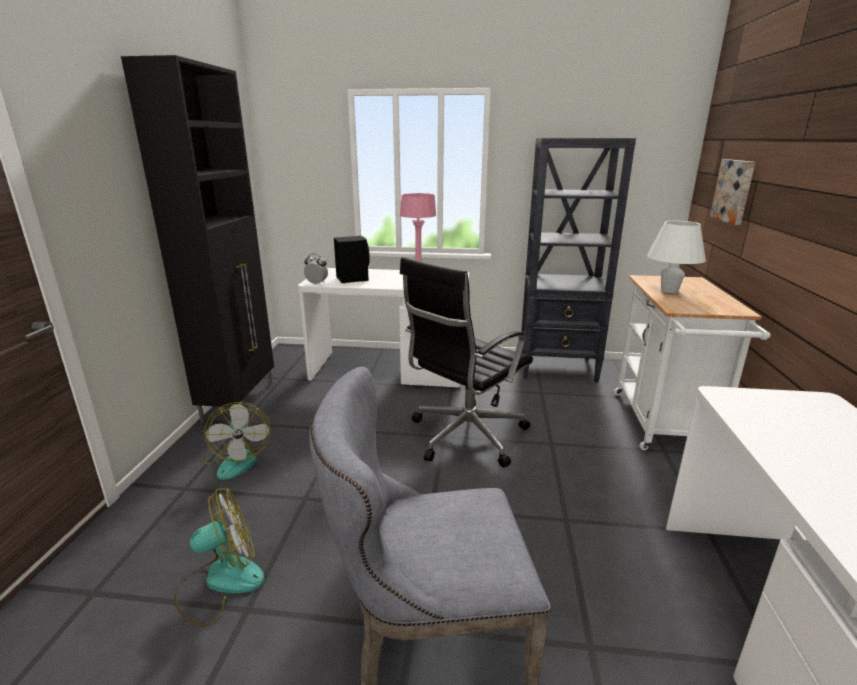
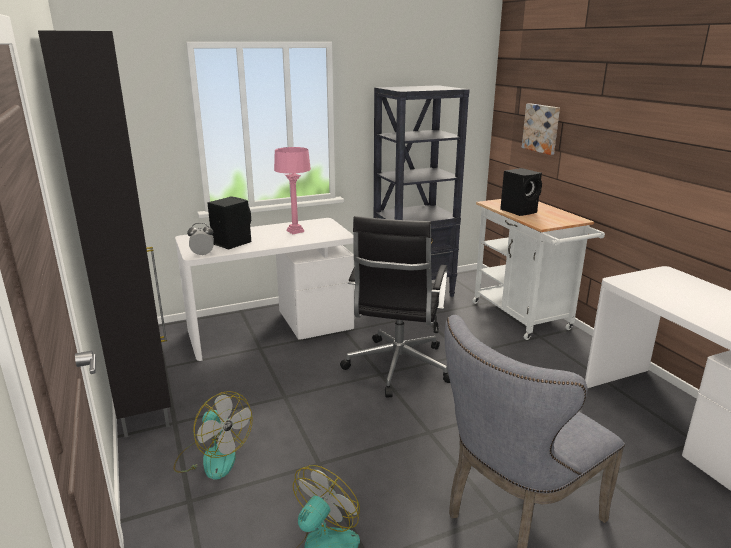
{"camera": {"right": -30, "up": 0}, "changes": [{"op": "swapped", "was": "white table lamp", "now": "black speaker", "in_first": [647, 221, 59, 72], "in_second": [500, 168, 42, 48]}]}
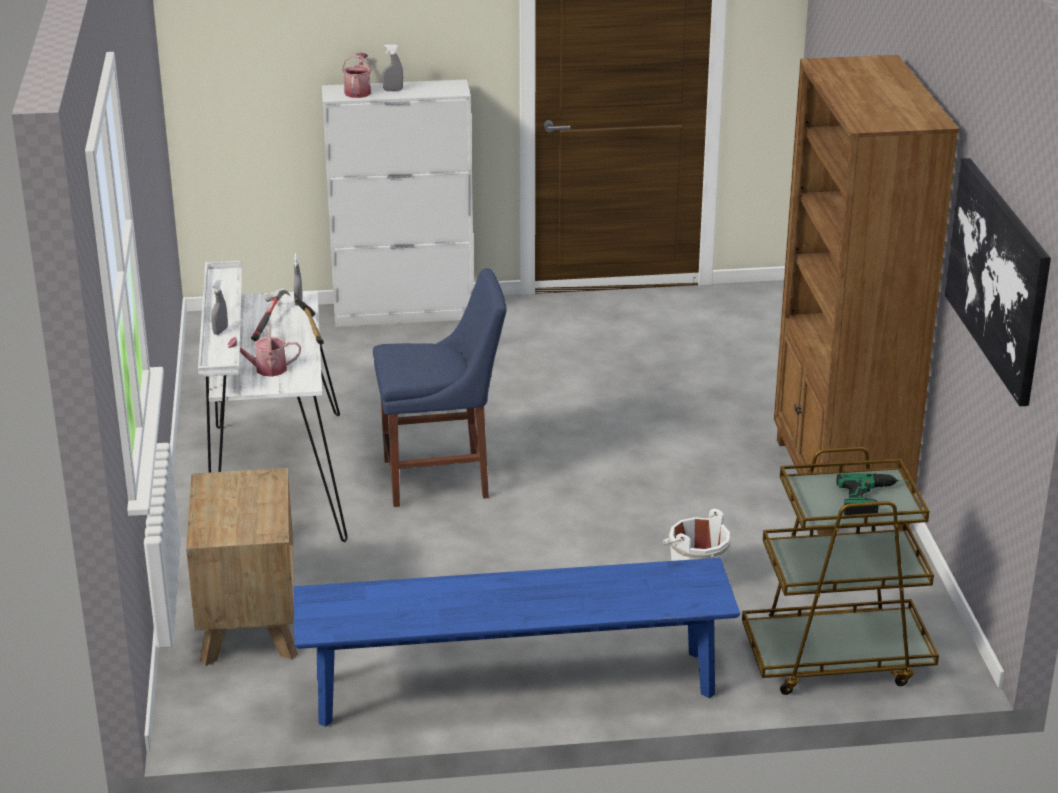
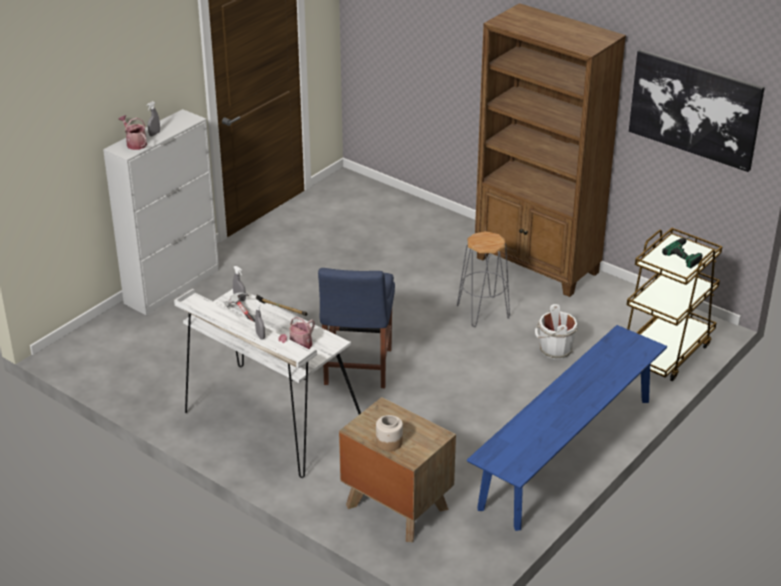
{"camera": {"right": -45, "up": 5}, "changes": [{"op": "new", "now": "jar", "in_second": [376, 415, 27, 36]}, {"op": "new", "now": "grey stool", "in_second": [457, 231, 53, 96]}, {"op": "rotated", "was": "blue chair", "in_first": [373, 268, 134, 239], "in_second": [318, 268, 77, 120], "clockwise": 150}]}
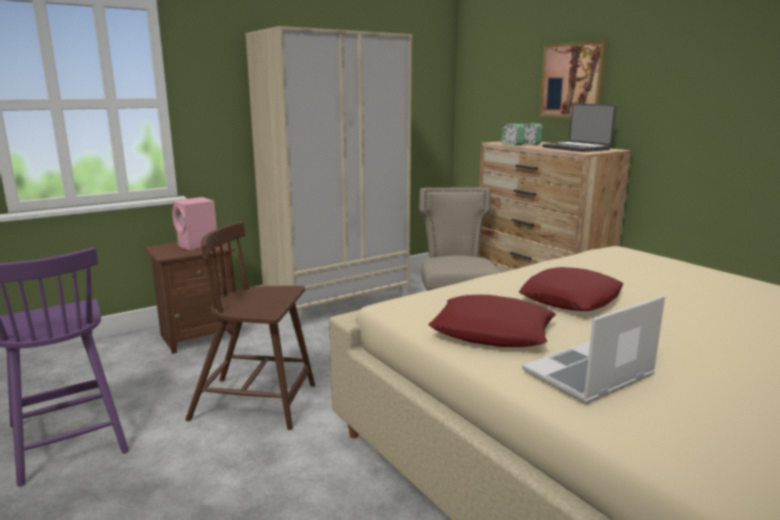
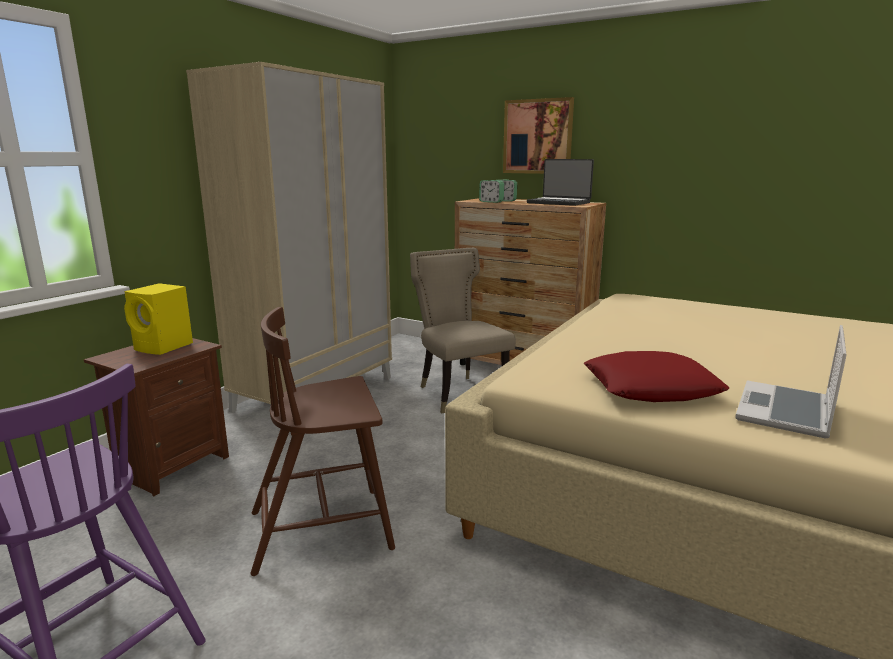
{"camera": {"right": -25, "up": 0}, "changes": [{"op": "gone", "was": "red pillow", "in_first": [519, 267, 104, 44]}, {"op": "repainted", "was": "pink speaker", "now": "yellow speaker", "in_first": [172, 197, 45, 53], "in_second": [124, 283, 69, 72]}]}
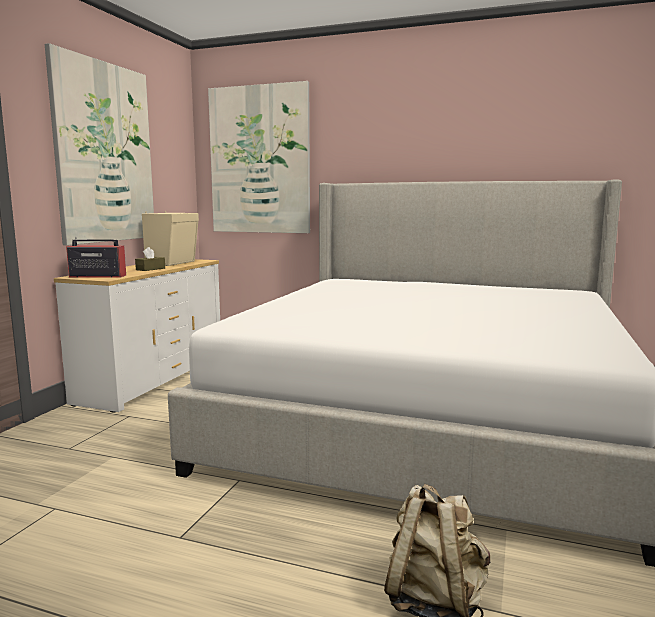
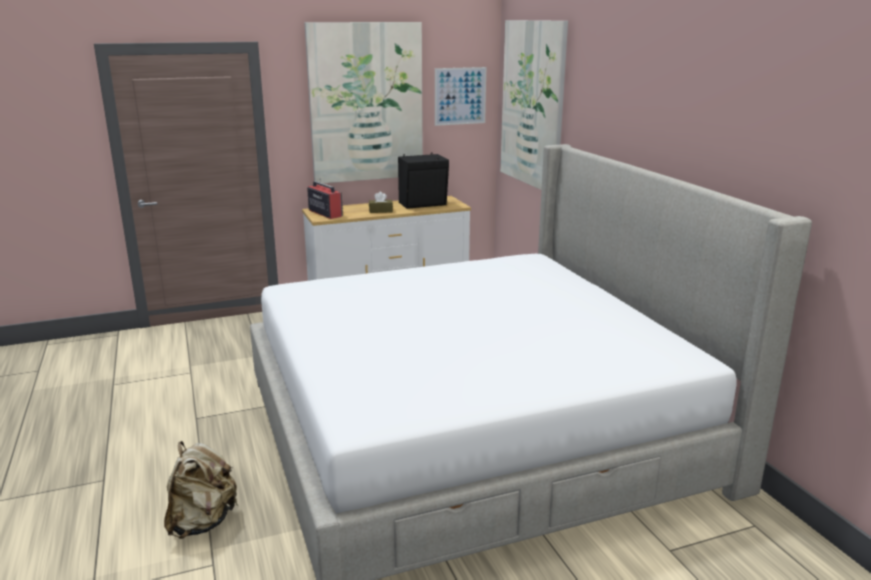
{"camera": {"right": 50, "up": 10}, "changes": [{"op": "new", "now": "picture", "in_second": [435, 67, 51, 59]}, {"op": "repainted", "was": "beige speaker", "now": "black speaker", "in_first": [142, 211, 57, 55], "in_second": [398, 152, 51, 57]}]}
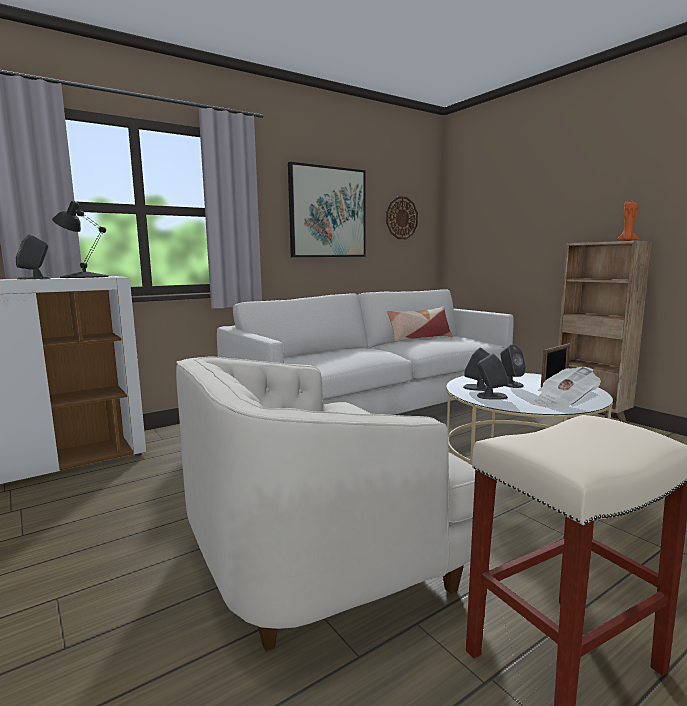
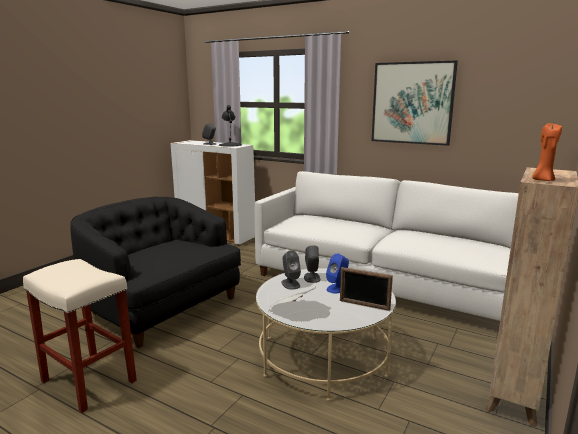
{"camera": {"right": 65, "up": 5}, "changes": [{"op": "gone", "was": "wall clock", "in_first": [386, 196, 32, 43]}, {"op": "gone", "was": "pillow", "in_first": [387, 307, 66, 35]}, {"op": "repainted", "was": "white armchair", "now": "black armchair", "in_first": [176, 356, 299, 295], "in_second": [70, 197, 171, 151]}, {"op": "repainted", "was": "grey speaker", "now": "blue speaker", "in_first": [501, 344, 25, 44], "in_second": [326, 253, 23, 41]}]}
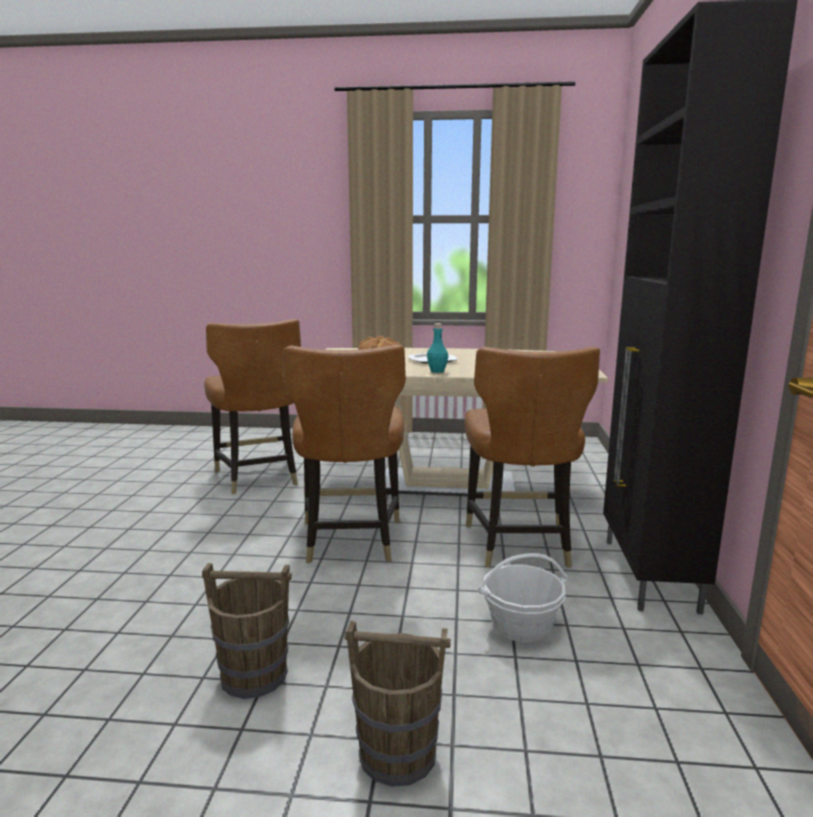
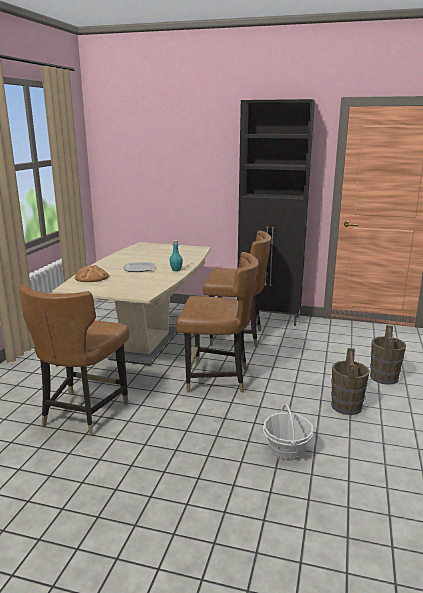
{"camera": {"right": -80, "up": 5}, "changes": [{"op": "shifted", "was": "basket", "in_first": [478, 553, 90, 89], "in_second": [263, 403, 50, 58]}, {"op": "rotated", "was": "brown chair", "in_first": [204, 319, 97, 175], "in_second": [19, 284, 111, 152], "clockwise": 120}]}
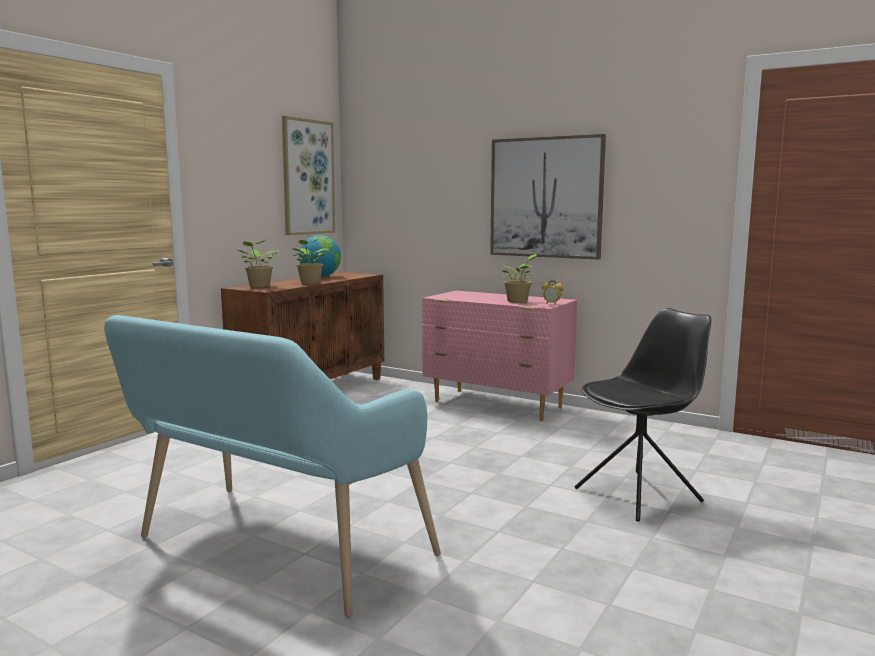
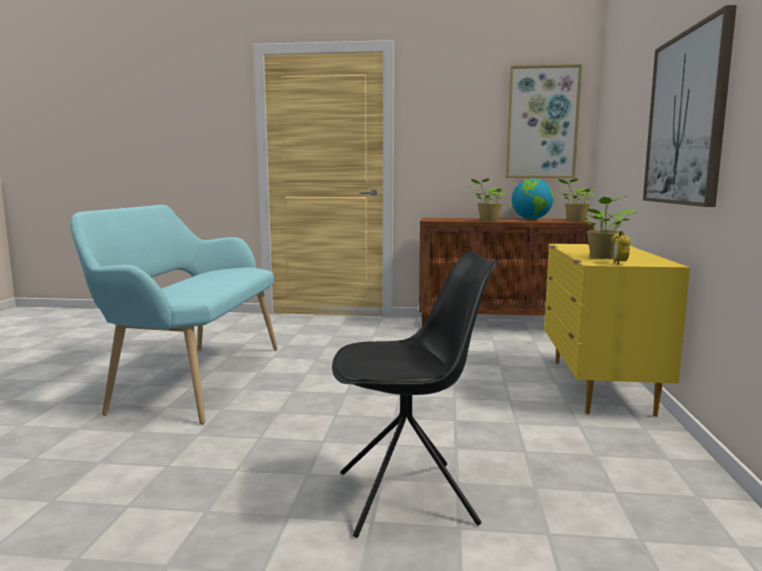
{"camera": {"right": 65, "up": 0}, "changes": [{"op": "shifted", "was": "potted plant", "in_first": [238, 240, 41, 47], "in_second": [558, 178, 37, 44]}, {"op": "repainted", "was": "pink dresser", "now": "yellow dresser", "in_first": [422, 291, 155, 130], "in_second": [544, 244, 146, 173]}, {"op": "rotated", "was": "black chair", "in_first": [575, 308, 136, 214], "in_second": [332, 251, 166, 287], "clockwise": -45}]}
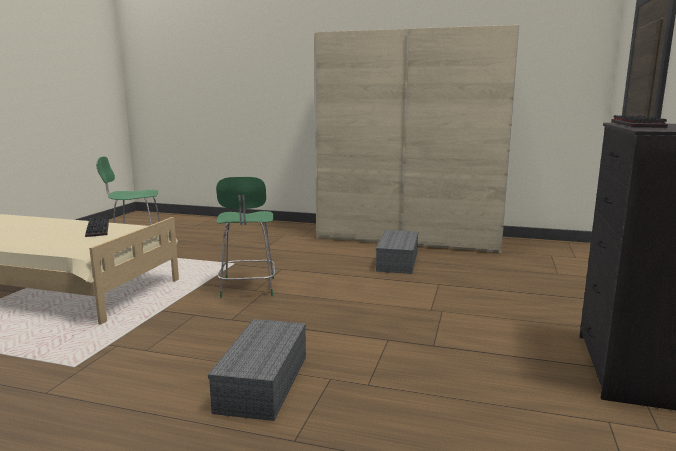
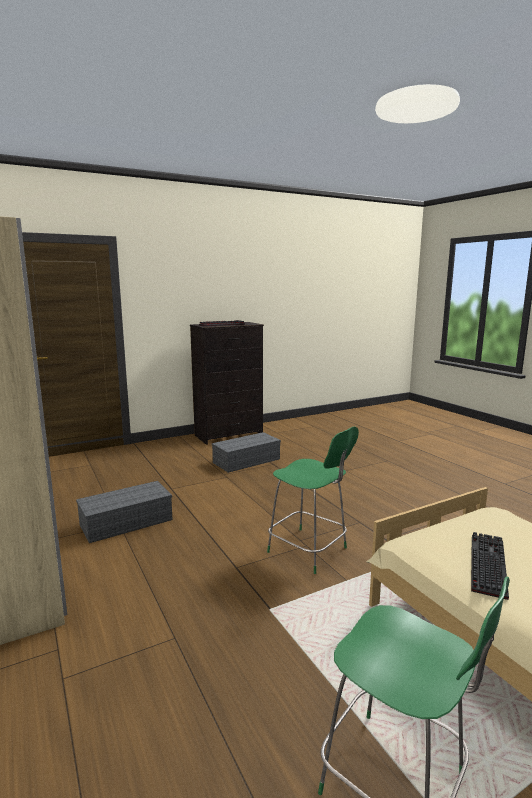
{"camera": {"right": -135, "up": 0}, "changes": [{"op": "shifted", "was": "grey storage box", "in_first": [208, 319, 98, 102], "in_second": [212, 432, 69, 41]}, {"op": "rotated", "was": "green chair", "in_first": [216, 177, 60, 121], "in_second": [267, 426, 92, 148], "clockwise": 90}]}
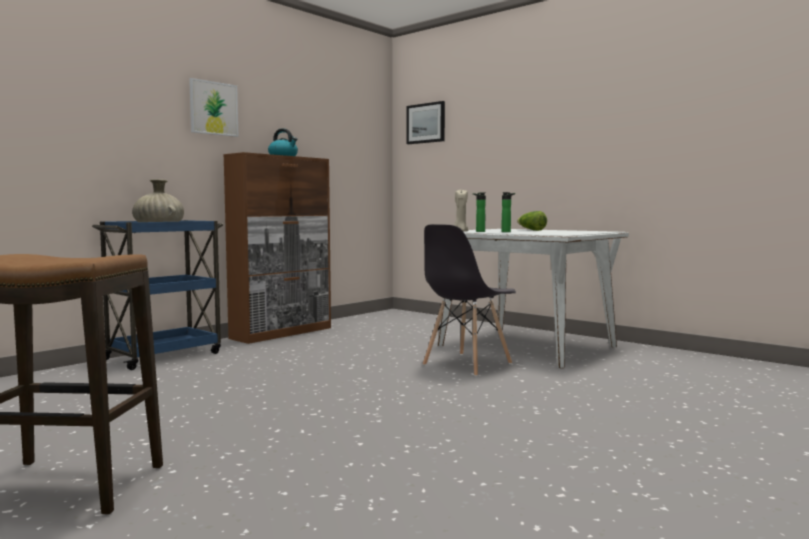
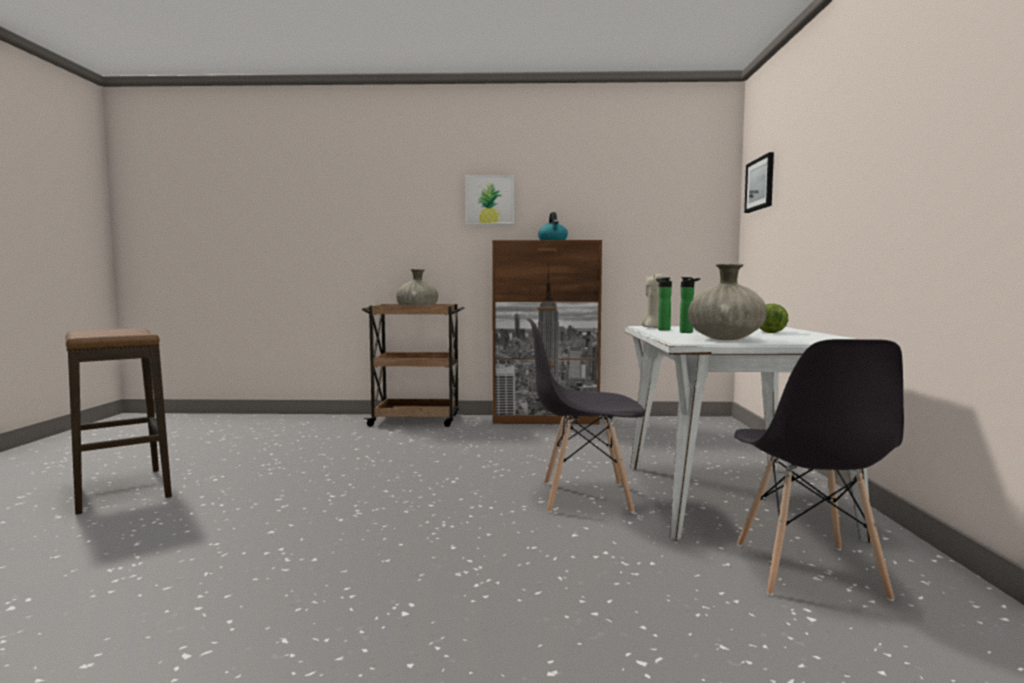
{"camera": {"right": 50, "up": 0}, "changes": [{"op": "new", "now": "beige vase", "in_second": [688, 263, 79, 77]}, {"op": "new", "now": "grey chair", "in_second": [734, 339, 170, 262]}, {"op": "repainted", "was": "blue cart", "now": "brown cart", "in_first": [92, 220, 131, 150], "in_second": [362, 304, 103, 123]}]}
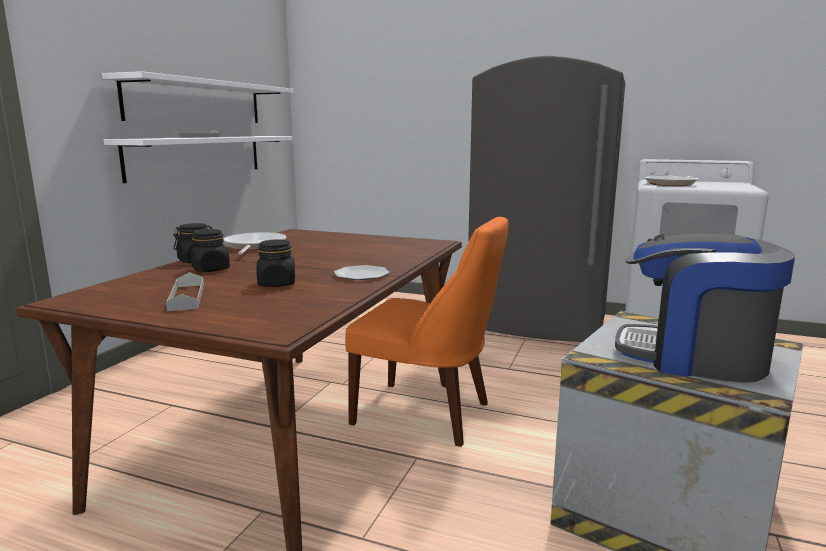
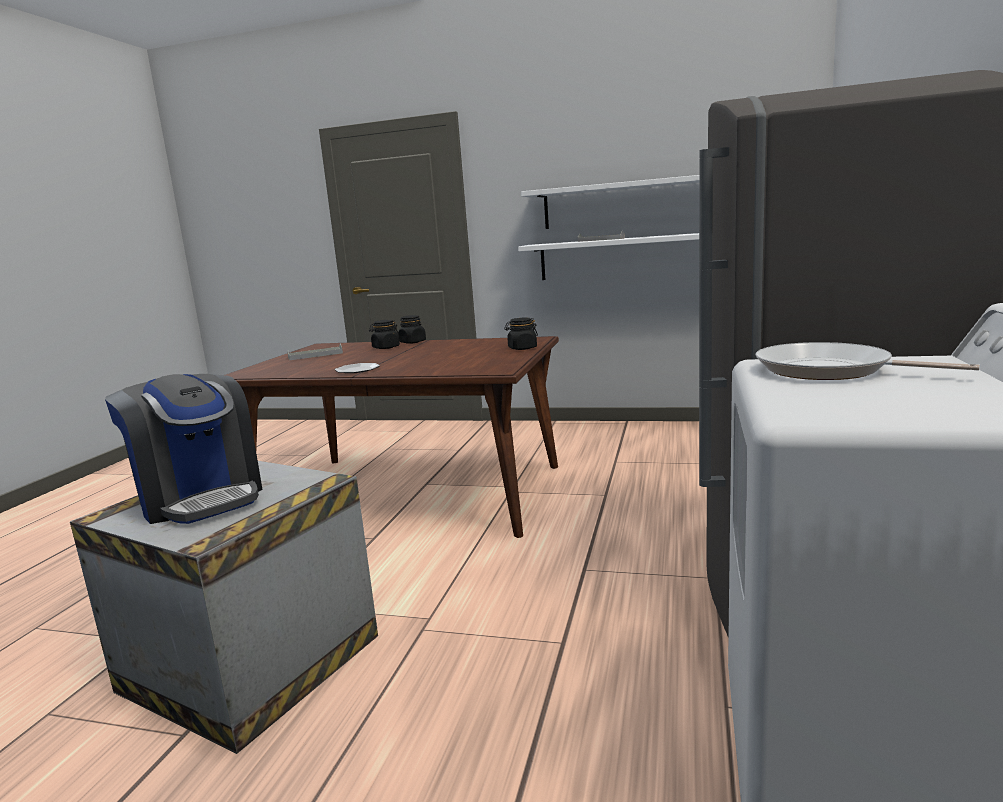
{"camera": {"right": 85, "up": 0}, "changes": [{"op": "gone", "was": "frying pan", "in_first": [223, 232, 63, 23]}, {"op": "gone", "was": "orange chair", "in_first": [345, 216, 164, 231]}, {"op": "shifted", "was": "black jar", "in_first": [256, 239, 39, 48], "in_second": [504, 318, 34, 32]}, {"op": "rotated", "was": "coffee machine", "in_first": [615, 234, 180, 149], "in_second": [105, 374, 158, 150], "clockwise": 120}]}
